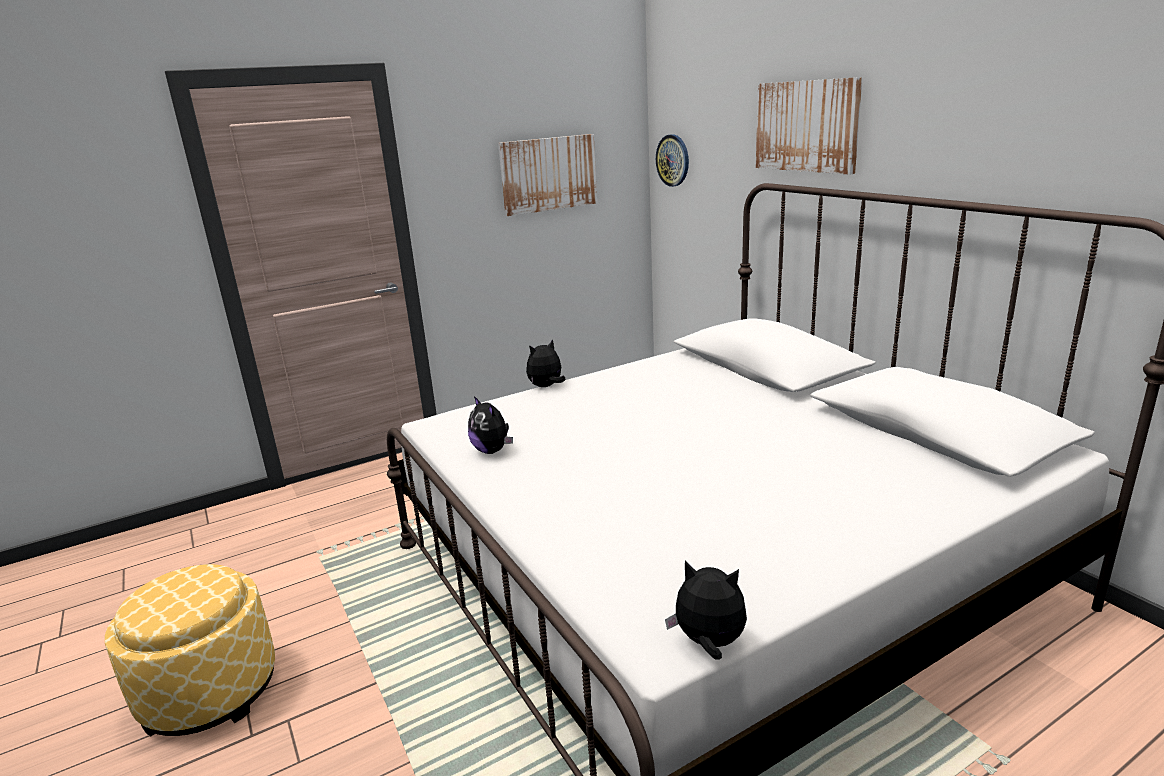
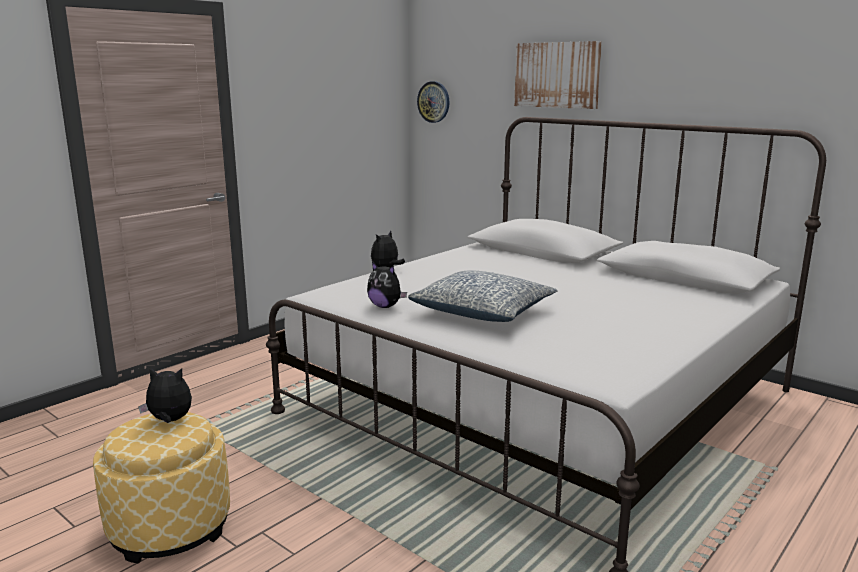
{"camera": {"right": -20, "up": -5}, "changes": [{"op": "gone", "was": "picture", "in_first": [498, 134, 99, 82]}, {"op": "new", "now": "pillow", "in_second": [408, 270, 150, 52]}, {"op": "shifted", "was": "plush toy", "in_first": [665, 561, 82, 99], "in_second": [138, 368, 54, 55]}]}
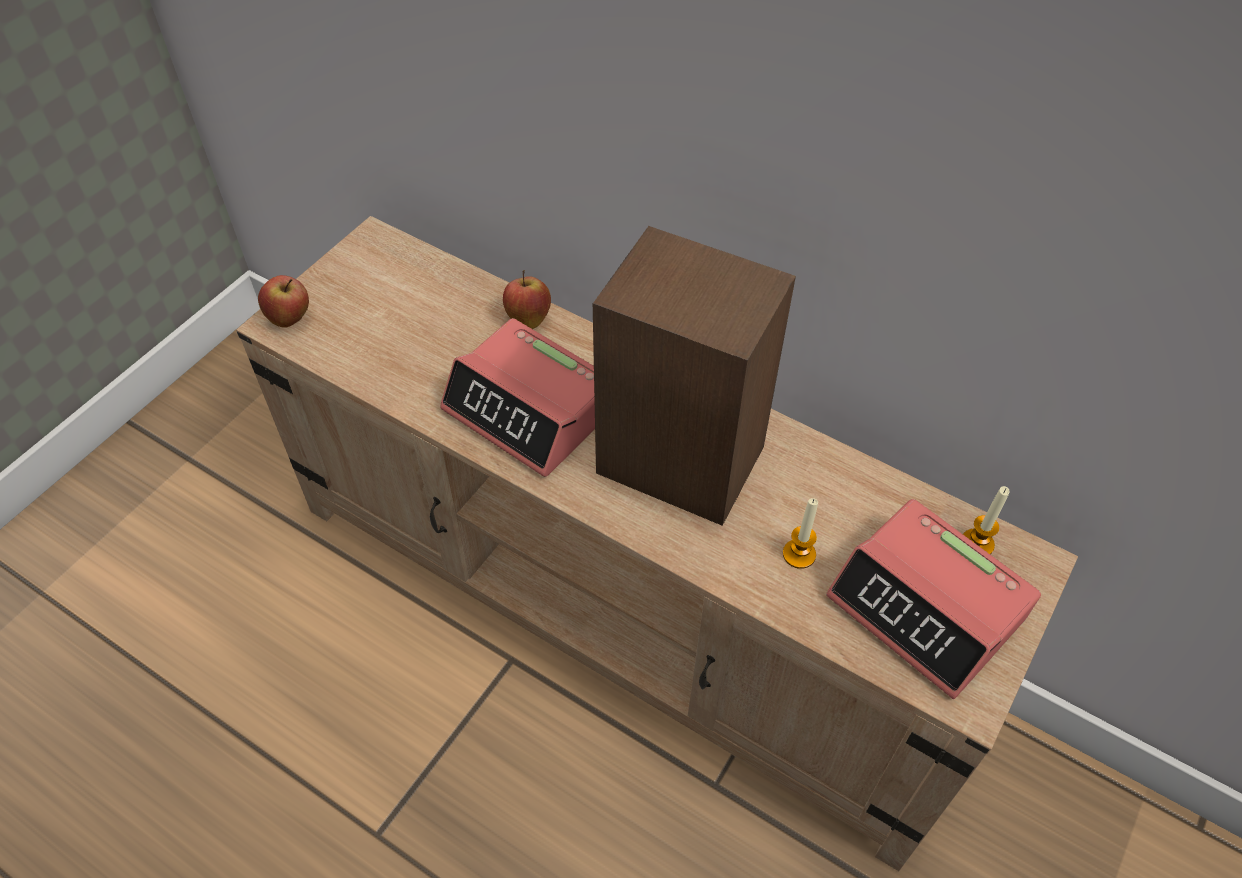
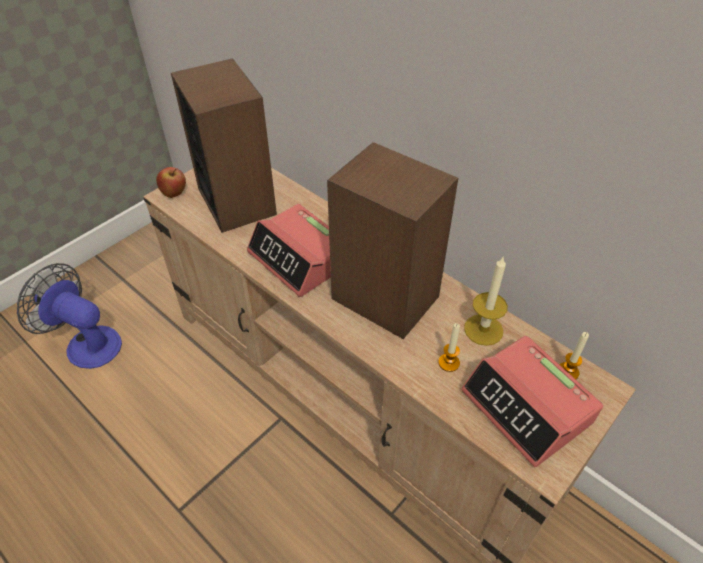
{"camera": {"right": 10, "up": -5}, "changes": [{"op": "gone", "was": "apple", "in_first": [503, 270, 48, 59]}, {"op": "new", "now": "fan", "in_second": [17, 263, 105, 106]}, {"op": "new", "now": "speaker", "in_second": [171, 58, 106, 175]}, {"op": "new", "now": "candle", "in_second": [464, 256, 44, 90]}]}
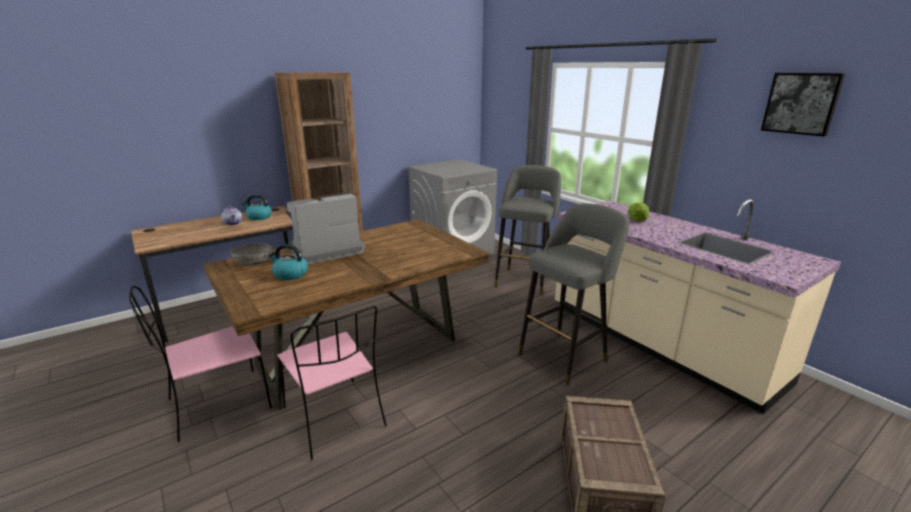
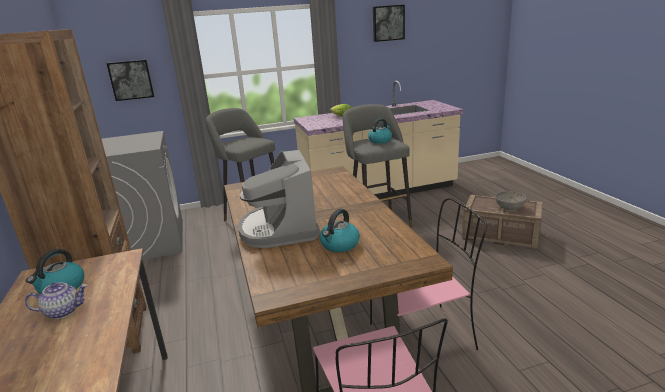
{"camera": {"right": -70, "up": 0}, "changes": [{"op": "new", "now": "picture", "in_second": [106, 59, 48, 42]}, {"op": "new", "now": "kettle", "in_second": [368, 118, 24, 26]}, {"op": "shifted", "was": "grey bowl", "in_first": [231, 244, 41, 22], "in_second": [496, 191, 30, 19]}]}
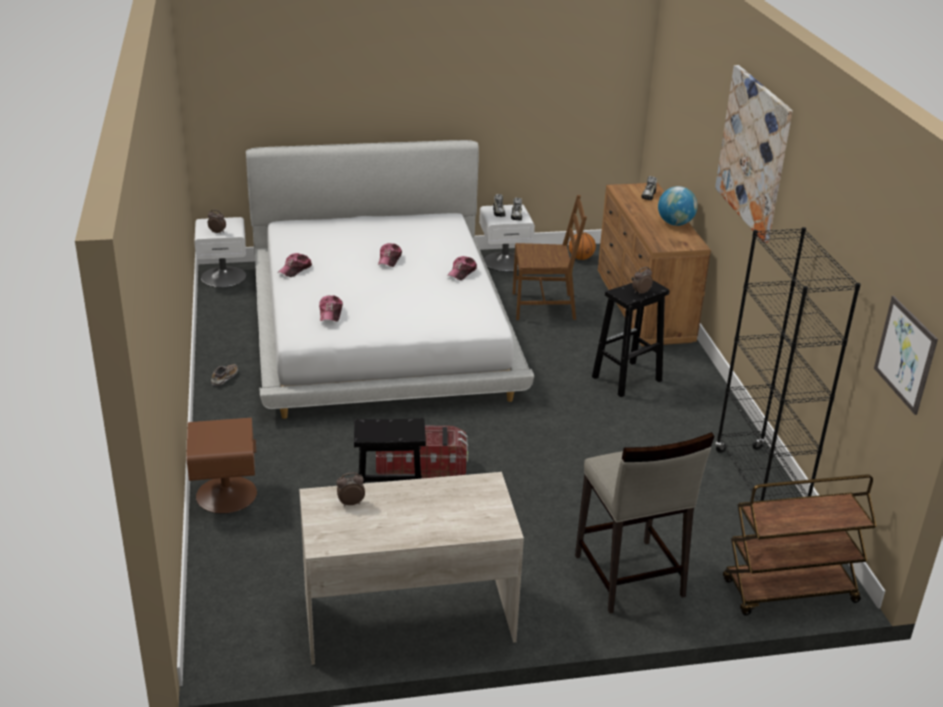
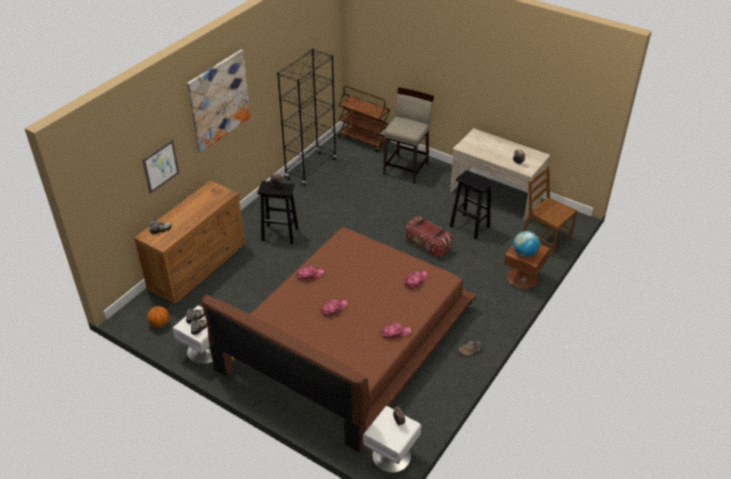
{"camera": {"right": -135, "up": 10}, "changes": [{"op": "shifted", "was": "brown chair", "in_first": [513, 195, 74, 125], "in_second": [523, 166, 54, 90]}, {"op": "shifted", "was": "globe", "in_first": [658, 186, 39, 40], "in_second": [513, 231, 27, 26]}, {"op": "shifted", "was": "picture", "in_first": [874, 296, 64, 119], "in_second": [142, 140, 37, 54]}, {"op": "repainted", "was": "white bed", "now": "brown bed", "in_first": [246, 140, 288, 279], "in_second": [202, 227, 275, 226]}]}
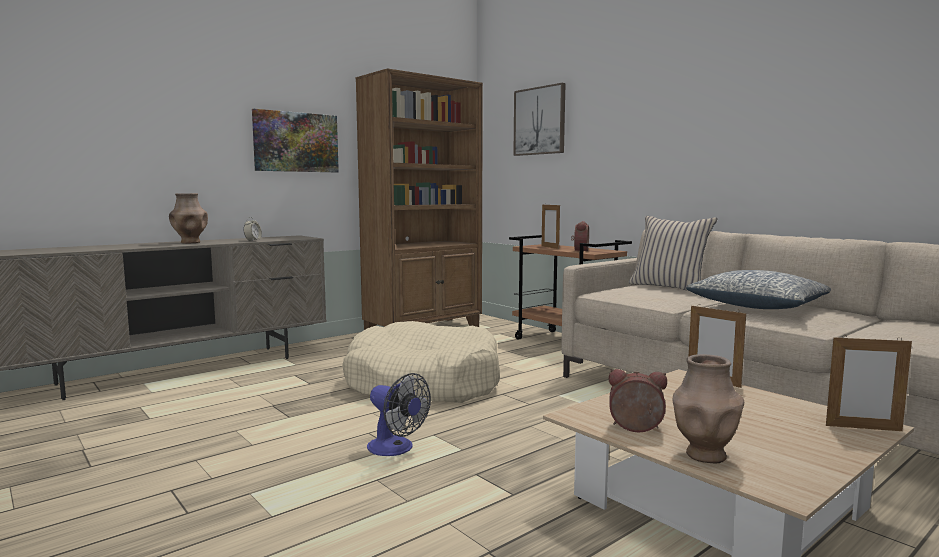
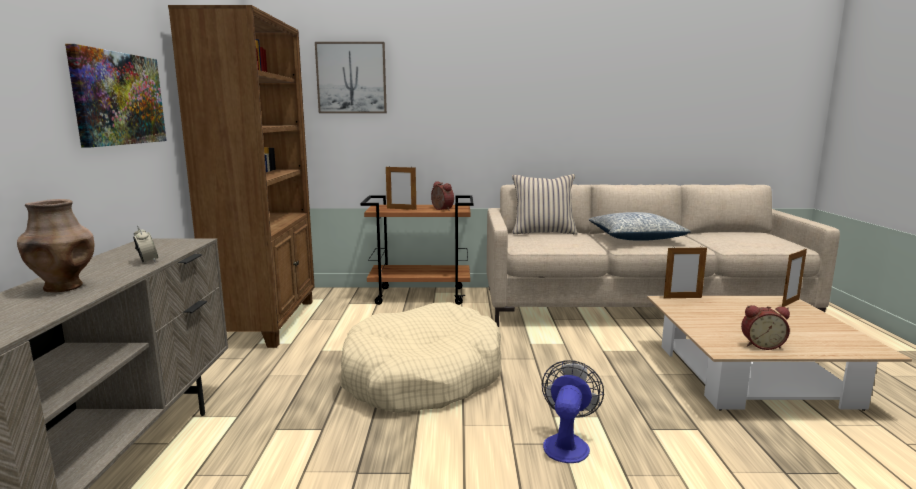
{"camera": {"right": -50, "up": 5}, "changes": [{"op": "gone", "was": "brown vase", "in_first": [672, 354, 72, 110]}, {"op": "rotated", "was": "fan", "in_first": [367, 373, 64, 83], "in_second": [542, 360, 62, 103], "clockwise": -60}, {"op": "rotated", "was": "alarm clock", "in_first": [609, 369, 58, 63], "in_second": [741, 305, 49, 45], "clockwise": -135}]}
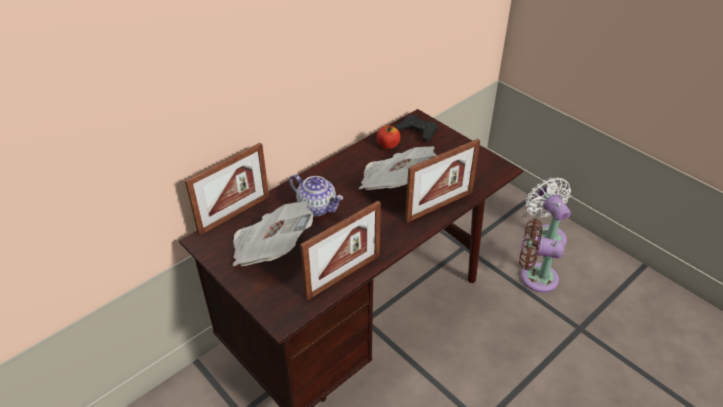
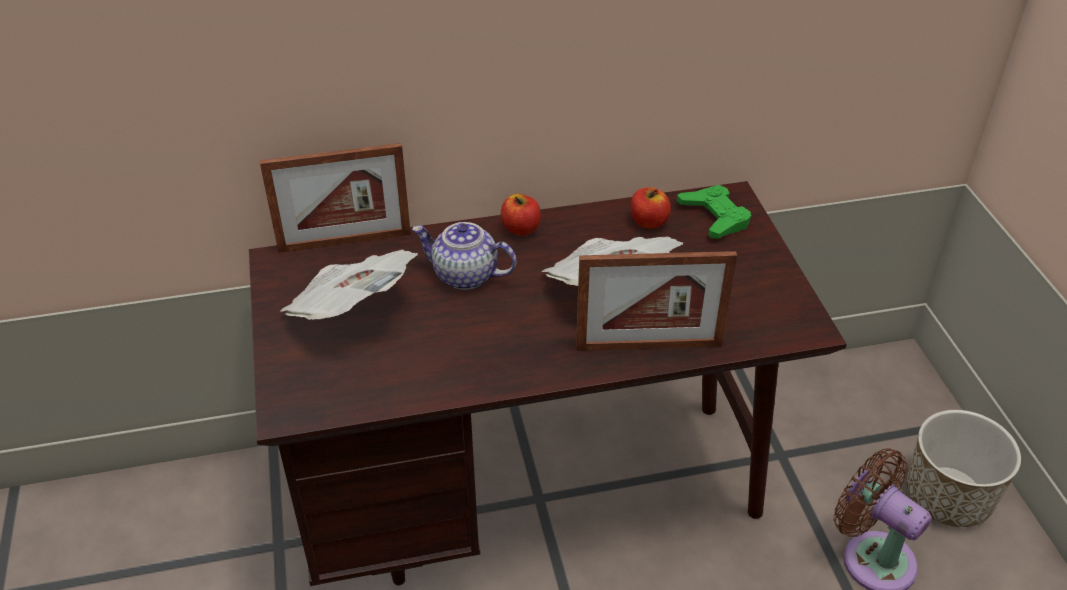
{"camera": {"right": 30, "up": 0}, "changes": [{"op": "gone", "was": "picture frame", "in_first": [300, 201, 81, 99]}, {"op": "new", "now": "apple", "in_second": [501, 194, 40, 42]}, {"op": "swapped", "was": "white fan", "now": "planter", "in_first": [526, 177, 45, 69], "in_second": [906, 410, 115, 117]}, {"op": "repainted", "was": "black game controller", "now": "green game controller", "in_first": [395, 114, 43, 28], "in_second": [677, 185, 74, 54]}, {"op": "rotated", "was": "teapot", "in_first": [289, 174, 54, 42], "in_second": [412, 222, 105, 68], "clockwise": 135}]}
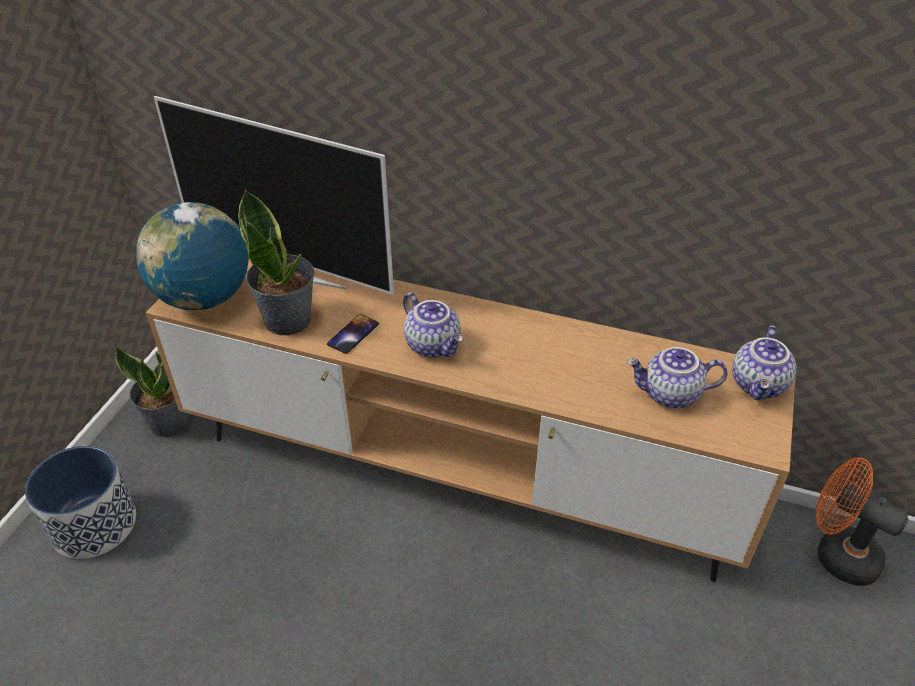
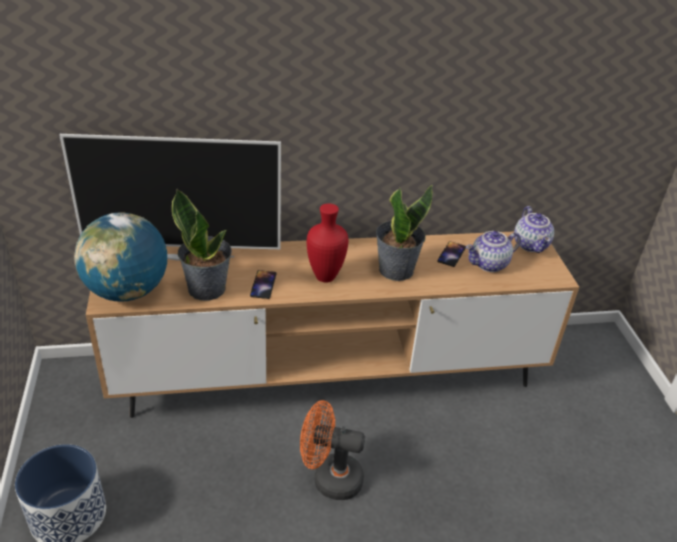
{"camera": {"right": -30, "up": -5}, "changes": [{"op": "new", "now": "phone", "in_second": [437, 241, 29, 26]}, {"op": "shifted", "was": "potted plant", "in_first": [114, 346, 75, 91], "in_second": [376, 185, 57, 96]}, {"op": "shifted", "was": "orange fan", "in_first": [816, 457, 92, 129], "in_second": [300, 400, 65, 100]}, {"op": "swapped", "was": "teapot", "now": "red vase", "in_first": [403, 292, 60, 66], "in_second": [307, 203, 41, 80]}]}
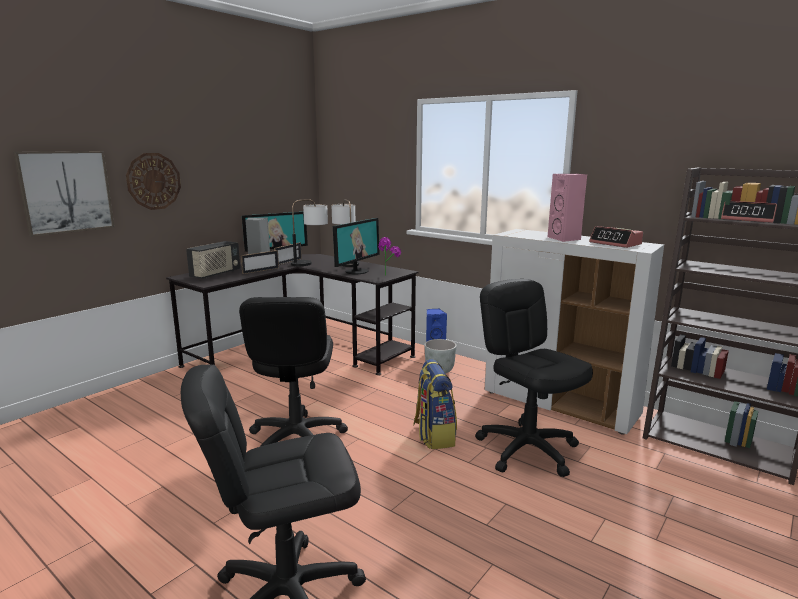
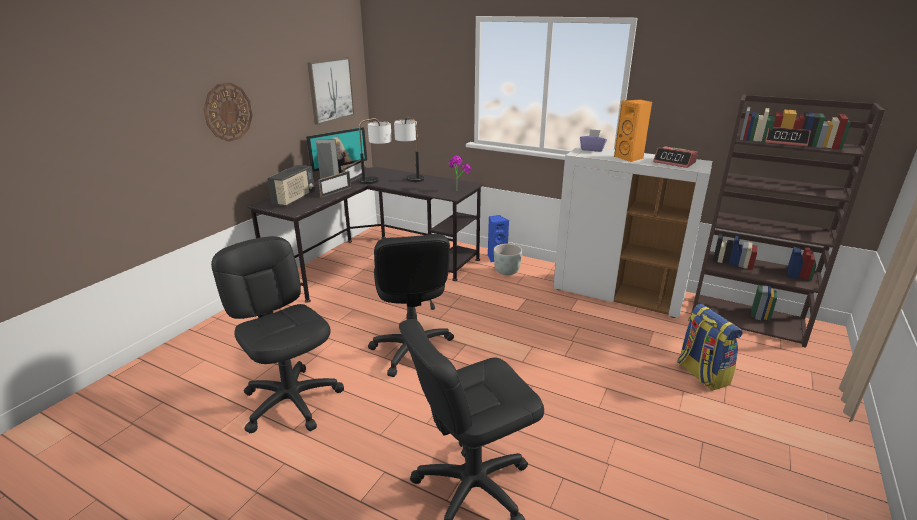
{"camera": {"right": -10, "up": 10}, "changes": [{"op": "gone", "was": "monitor", "in_first": [333, 218, 47, 56]}, {"op": "new", "now": "purple tissue box", "in_second": [580, 129, 27, 23]}, {"op": "shifted", "was": "picture", "in_first": [13, 151, 102, 86], "in_second": [307, 58, 48, 67]}, {"op": "shifted", "was": "backpack", "in_first": [413, 359, 44, 90], "in_second": [677, 304, 66, 86]}, {"op": "shifted", "was": "black office chair", "in_first": [475, 279, 118, 198], "in_second": [211, 236, 133, 197]}, {"op": "repainted", "was": "pink speaker", "now": "orange speaker", "in_first": [547, 174, 41, 68], "in_second": [614, 99, 39, 63]}]}
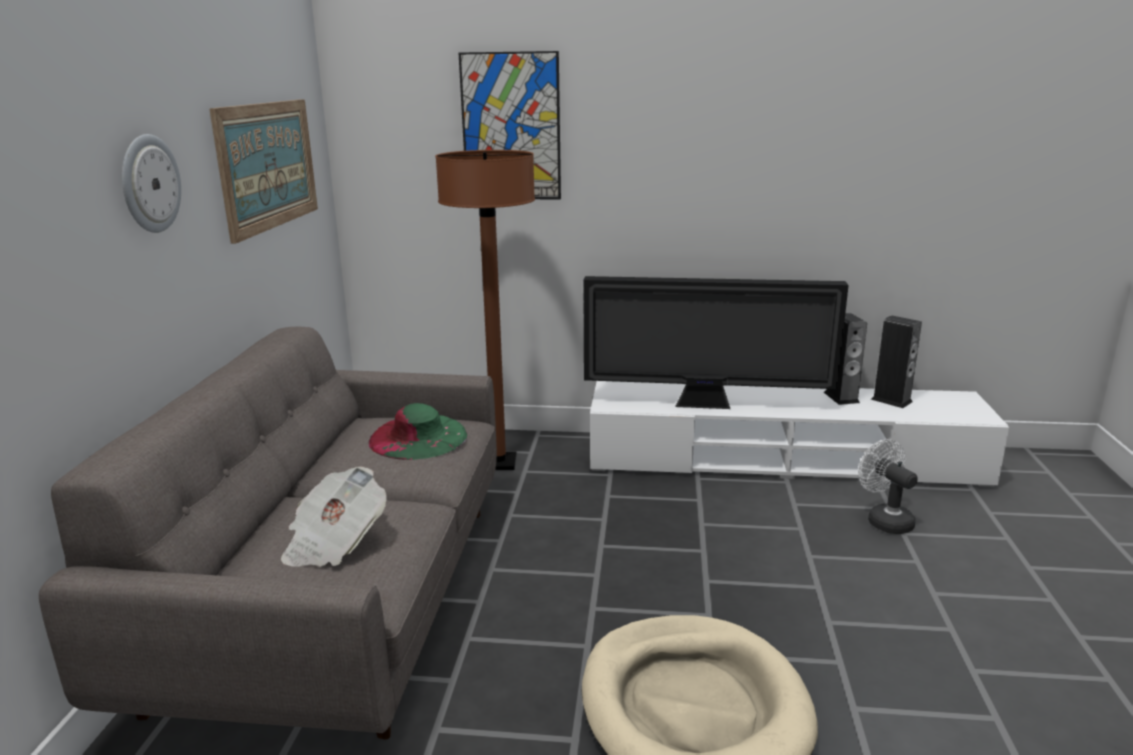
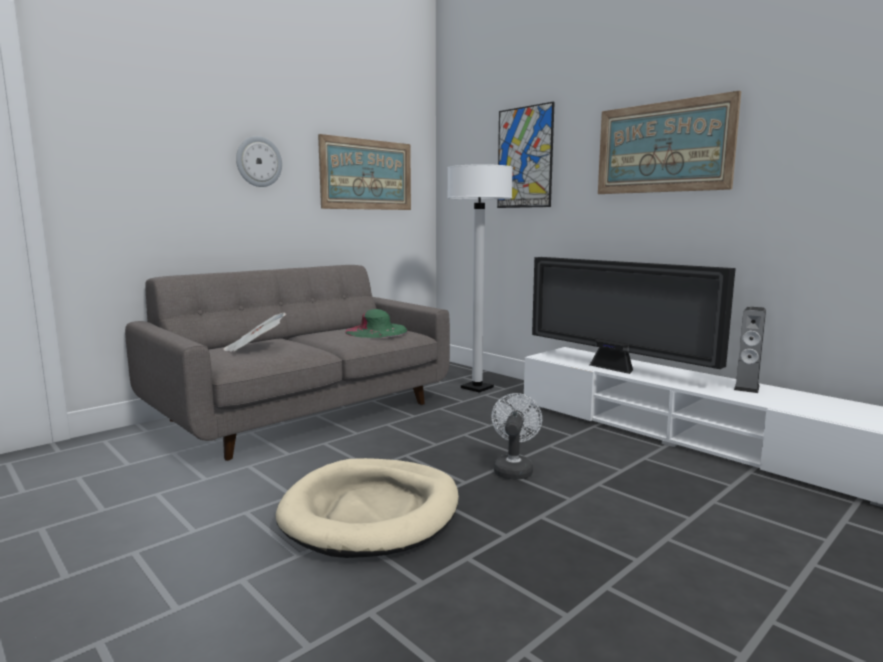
{"camera": {"right": 40, "up": -10}, "changes": [{"op": "gone", "was": "speaker", "in_first": [871, 316, 51, 92]}, {"op": "new", "now": "picture", "in_second": [598, 91, 143, 103]}, {"op": "shifted", "was": "white fan", "in_first": [858, 439, 60, 95], "in_second": [491, 393, 51, 87]}, {"op": "repainted", "was": "brown floor lamp", "now": "white floor lamp", "in_first": [435, 150, 100, 320], "in_second": [447, 164, 66, 229]}]}
